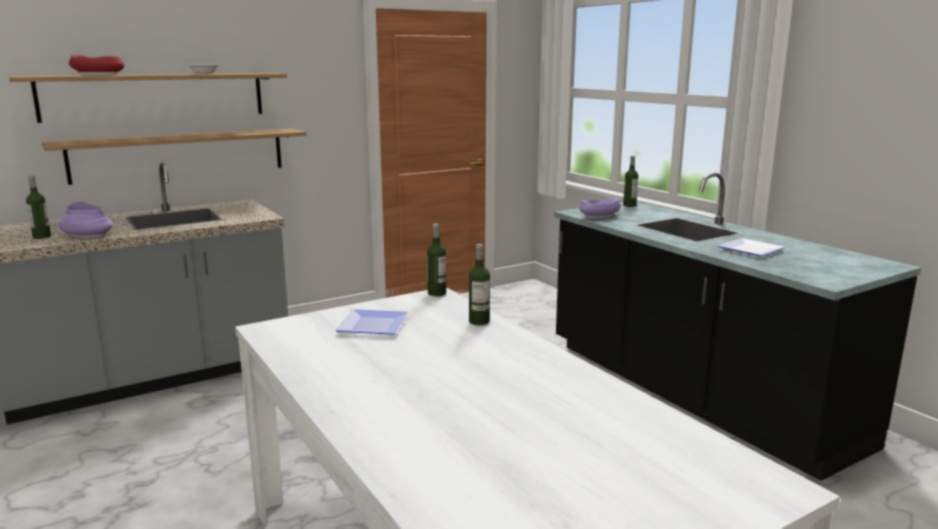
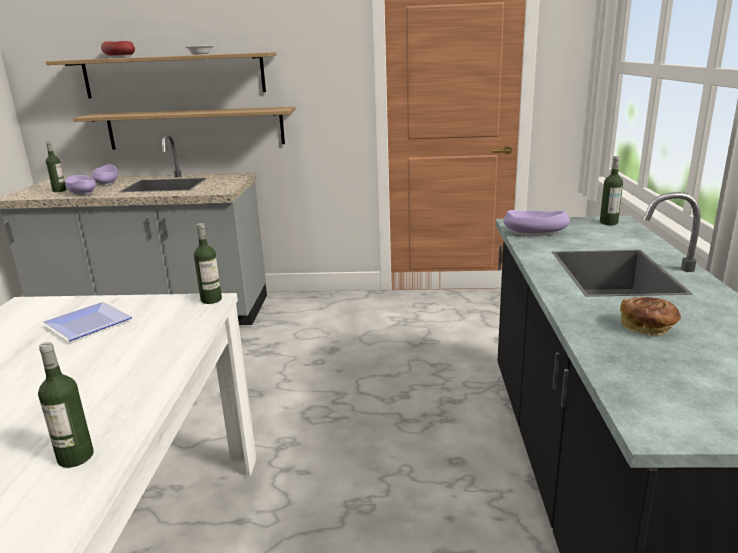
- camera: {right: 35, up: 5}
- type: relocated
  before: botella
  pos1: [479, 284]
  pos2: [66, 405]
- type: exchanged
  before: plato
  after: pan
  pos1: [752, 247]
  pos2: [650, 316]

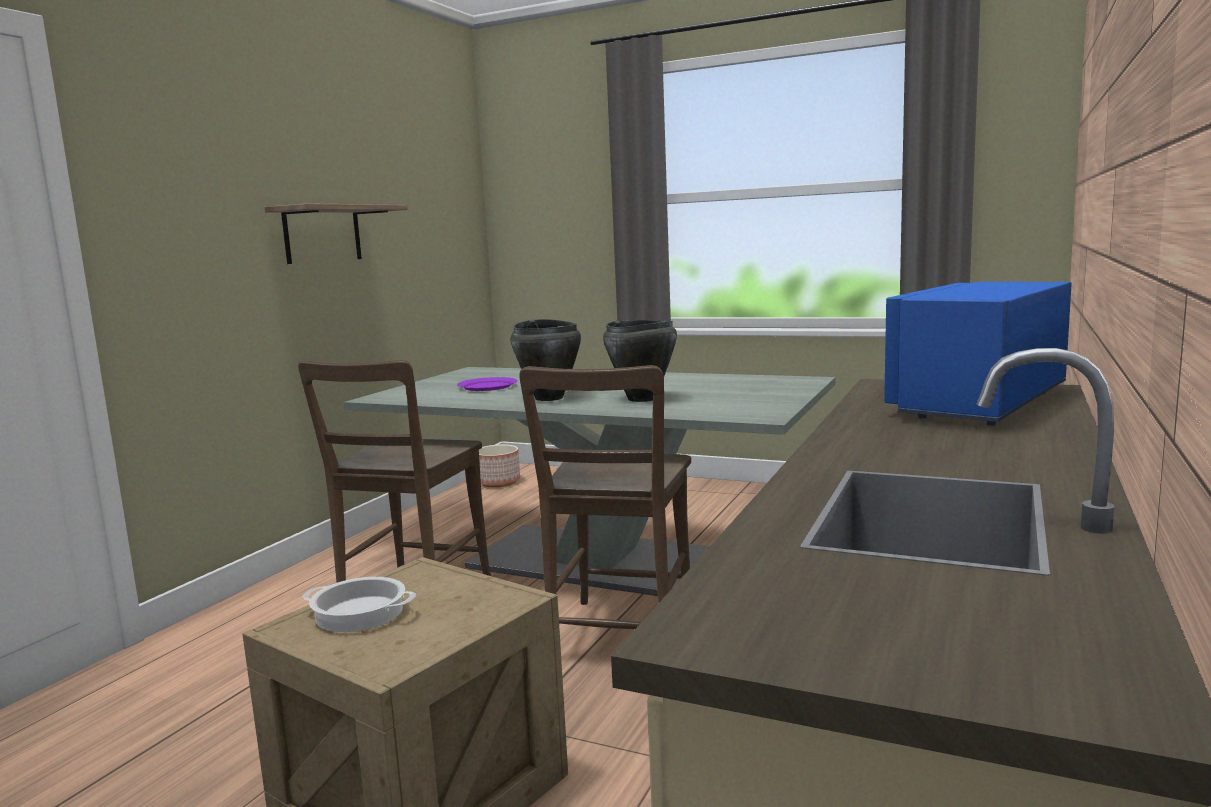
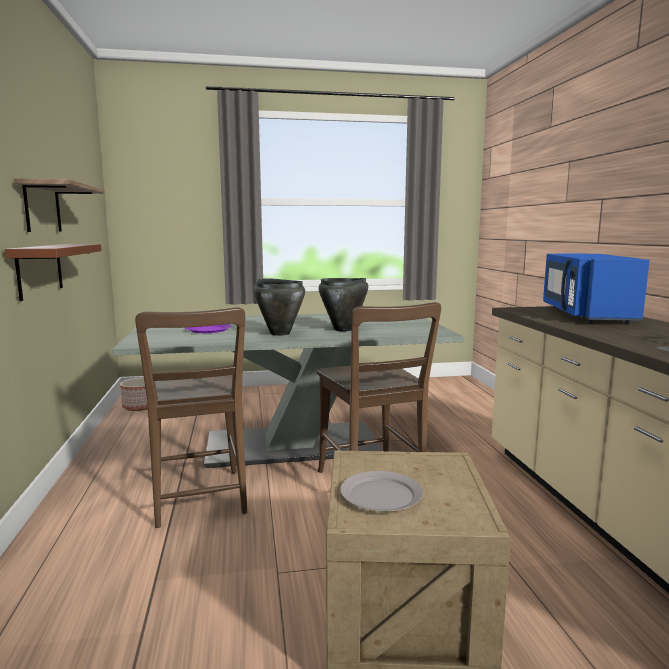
- camera: {right: -35, up: 0}
- type: appeared
  after: estante/marrón
  pos2: [53, 272]
- type: exchanged
  before: olla
  after: plato/gris
  pos1: [359, 604]
  pos2: [381, 491]

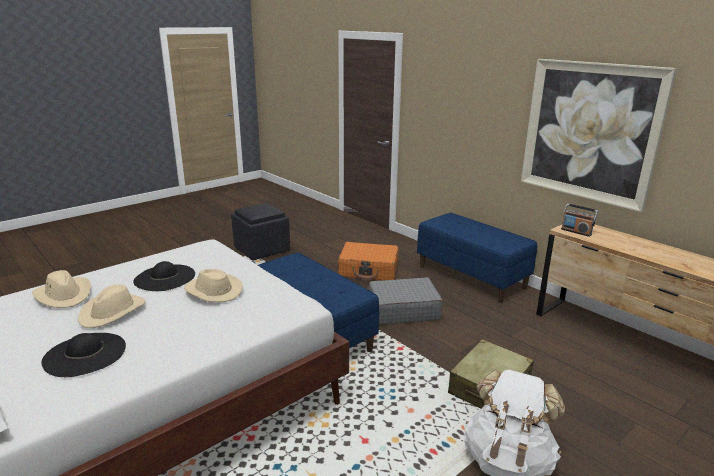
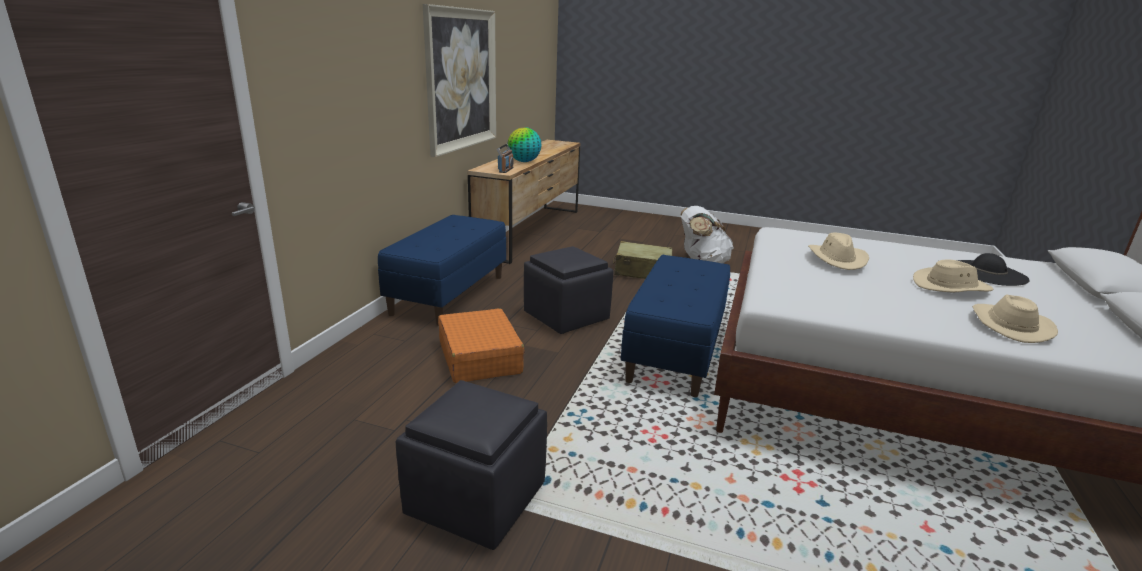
- camera: {right: -120, up: 0}
- type: missing
  before: sombrero/negro
  pos1: [164, 276]
- type: appeared
  after: globo terráqueo
  pos2: [525, 144]
- type: exchanged
  before: maleta/gris
  after: puf/negro
  pos1: [406, 301]
  pos2: [568, 290]

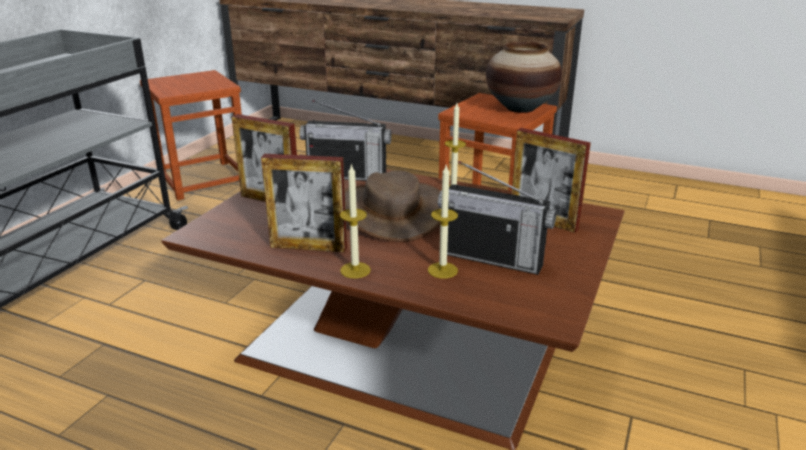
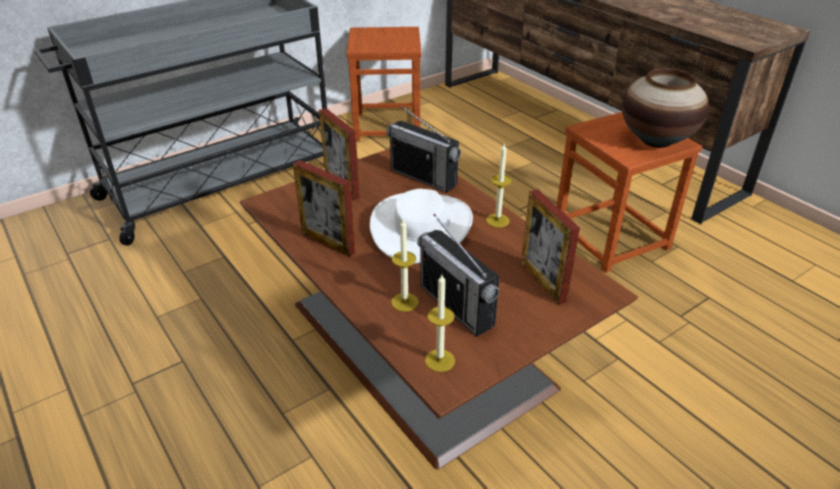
- camera: {right: 30, up: 10}
- type: relocated
  before: vela
  pos1: [355, 221]
  pos2: [440, 323]
- type: colour
  before: sombrero/marrón
  after: sombrero/blanco
  pos1: [393, 206]
  pos2: [421, 226]

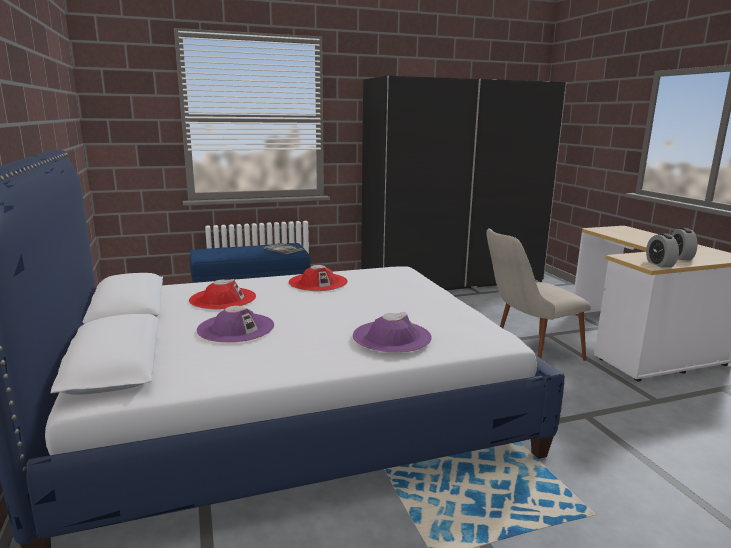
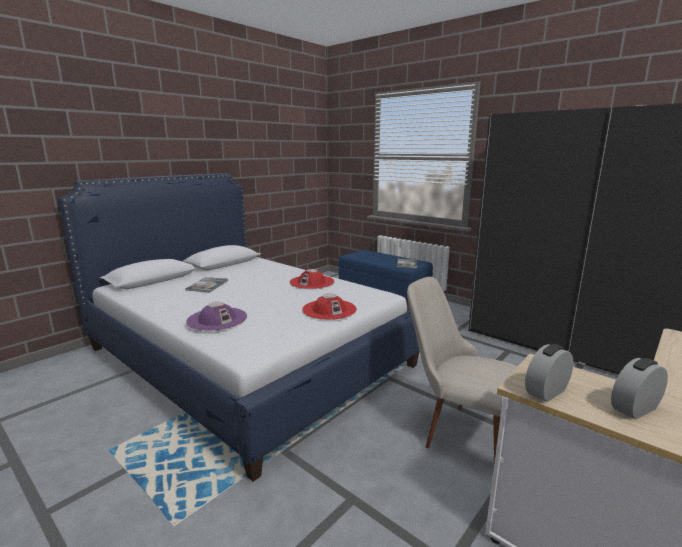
- camera: {right: 60, up: 0}
- type: relocated
  before: sombrero/rojo
  pos1: [222, 294]
  pos2: [329, 306]
- type: exchanged
  before: sombrero/morado
  after: libro
  pos1: [235, 324]
  pos2: [206, 284]

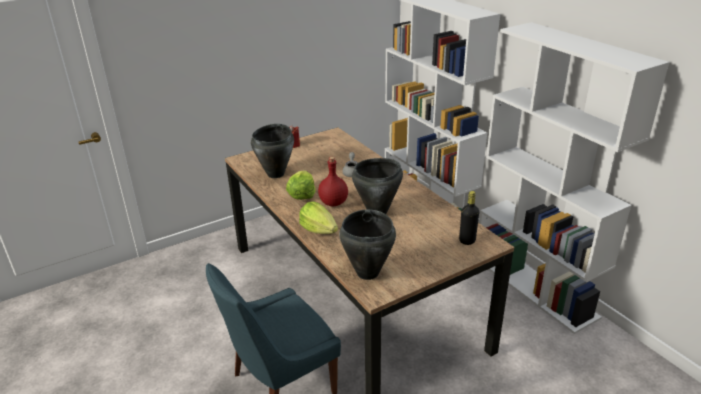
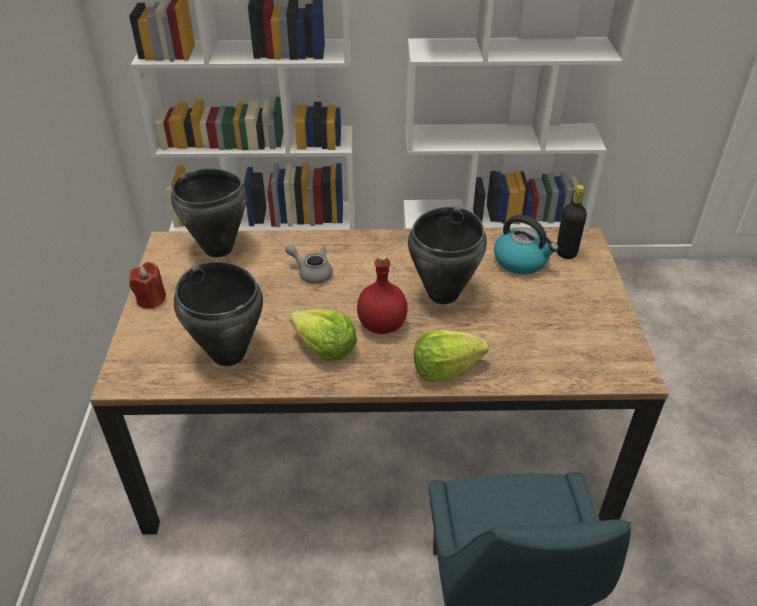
- camera: {right: -60, up: 10}
- type: appeared
  after: hervidor
  pos2: [526, 245]
- type: relocated
  before: olla/negro
  pos1: [367, 244]
  pos2: [209, 213]

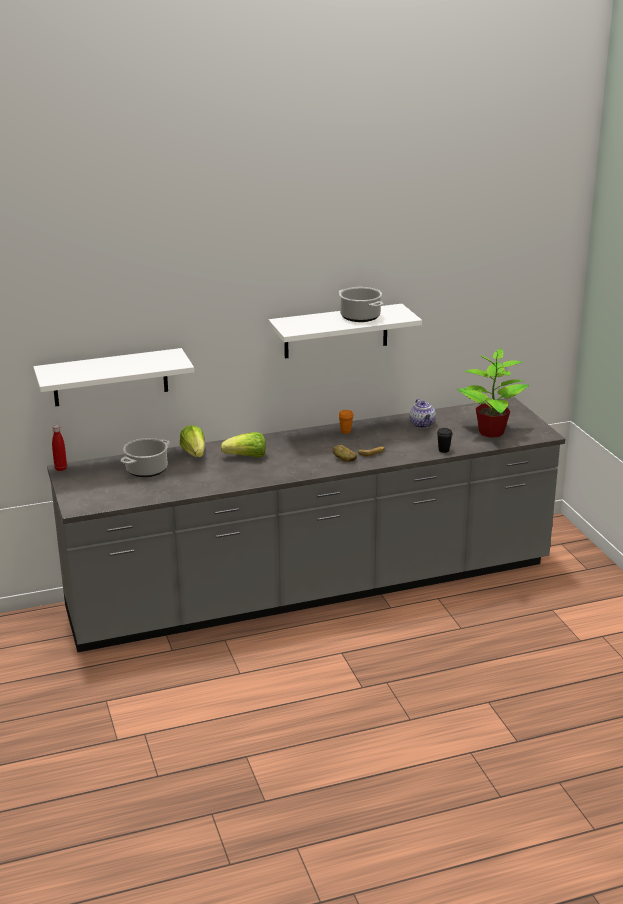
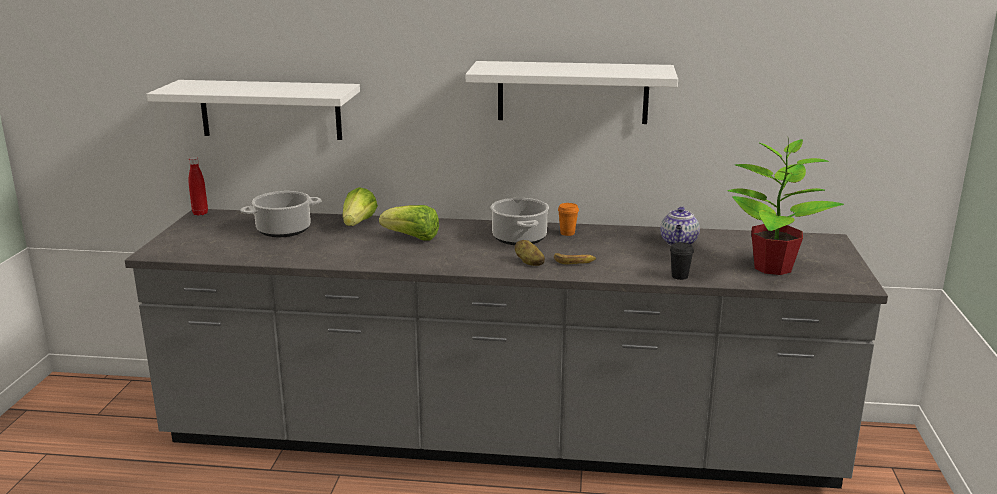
- camera: {right: 25, up: -5}
- type: relocated
  before: olla
  pos1: [360, 304]
  pos2: [520, 221]

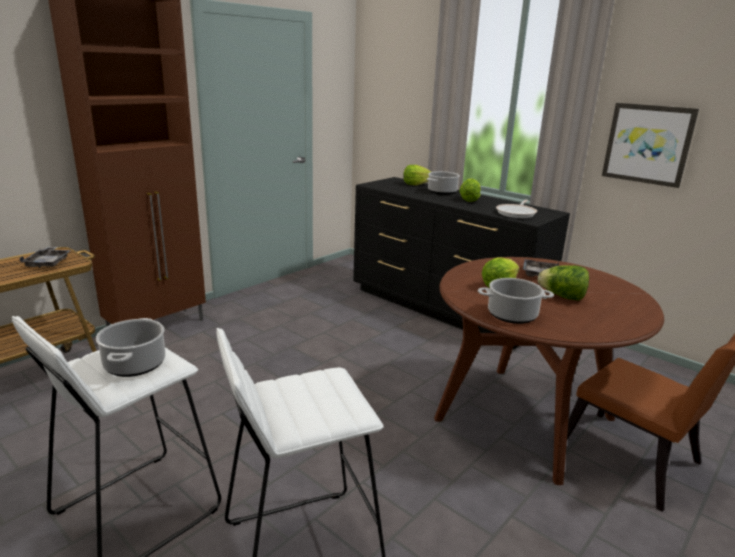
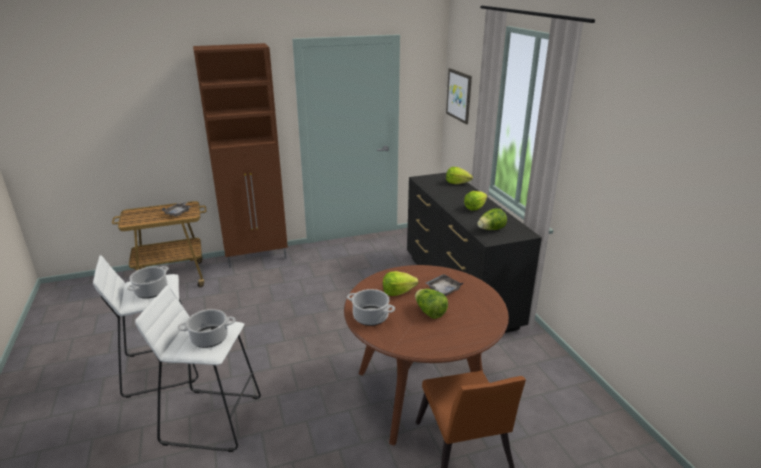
- camera: {right: 30, up: 5}
- type: relocated
  before: olla
  pos1: [443, 183]
  pos2: [207, 328]
- type: relocated
  before: cuadro
  pos1: [650, 145]
  pos2: [459, 96]
- type: exchanged
  before: sartén
  after: lechuga
  pos1: [516, 209]
  pos2: [492, 219]

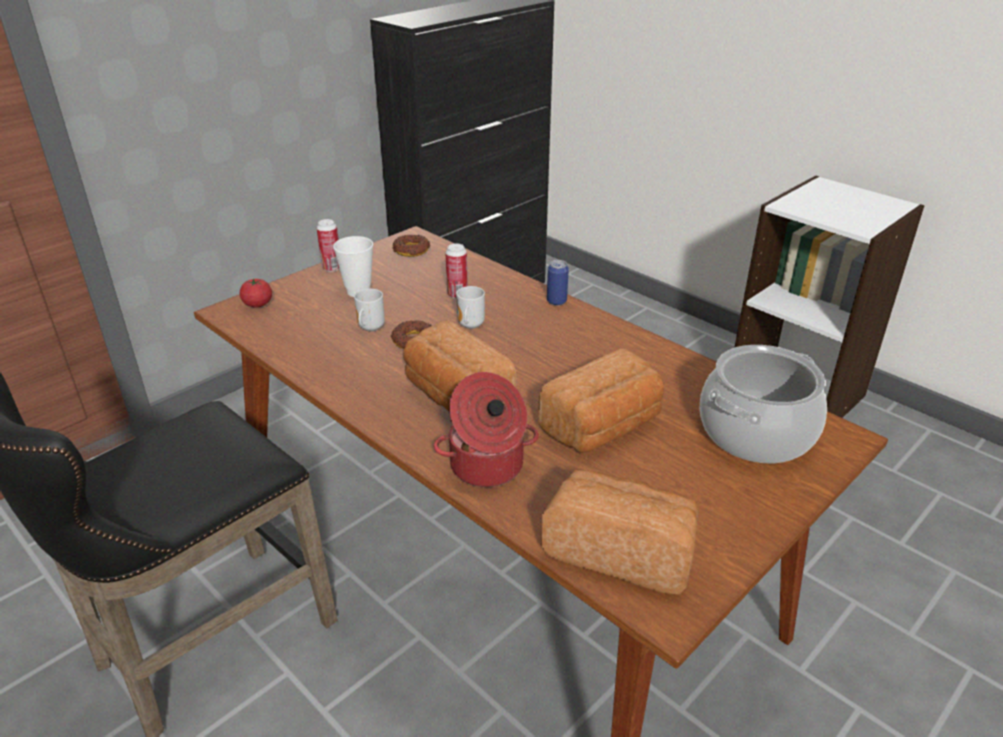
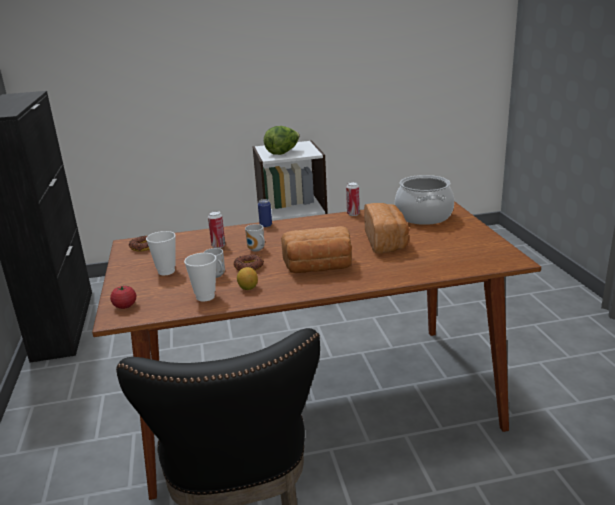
- camera: {right: -55, up: -10}
- type: missing
  before: olla
  pos1: [486, 429]
- type: missing
  before: pan
  pos1: [620, 532]
- type: appeared
  after: taza
  pos2: [200, 277]
- type: appeared
  after: limón
  pos2: [247, 278]
- type: appeared
  after: lechuga
  pos2: [282, 140]
- type: relocated
  before: lata
  pos1: [328, 245]
  pos2: [353, 199]

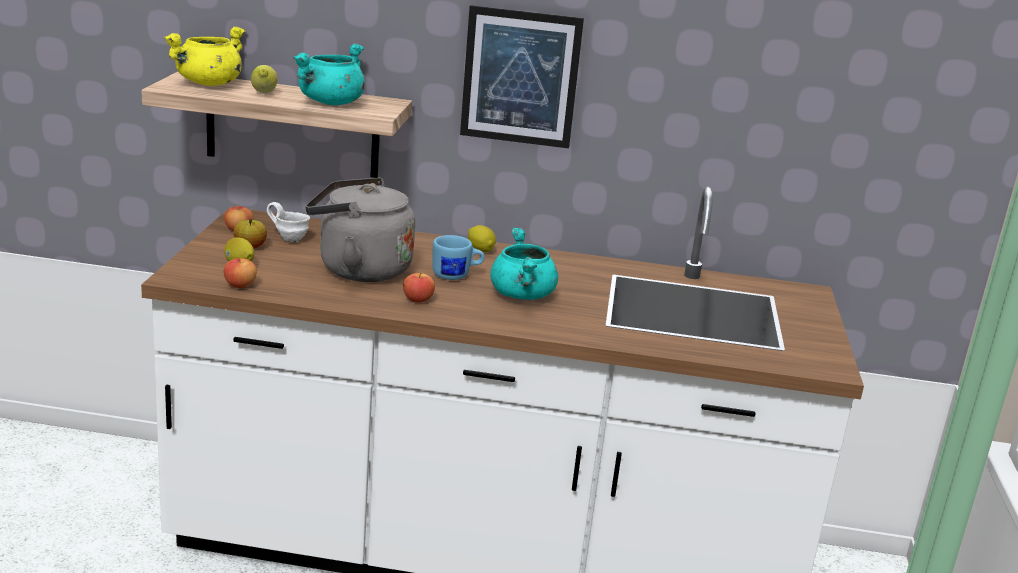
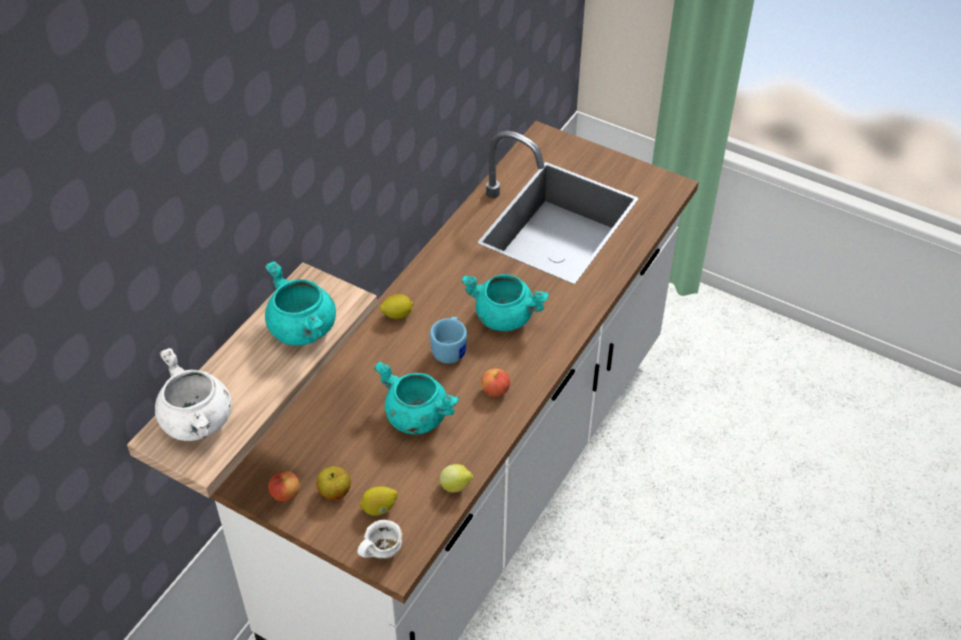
- camera: {right: -65, up: 25}
- type: missing
  before: manzana
  pos1: [240, 272]
- type: missing
  before: cuadro
  pos1: [522, 76]
- type: relocated
  before: limón
  pos1: [264, 79]
  pos2: [456, 478]
- type: relocated
  before: taza grande/blanco
  pos1: [288, 222]
  pos2: [379, 539]
- type: exchanged
  before: hervidor/gris
  after: olla/turquesa
  pos1: [360, 229]
  pos2: [416, 398]
- type: colour
  before: olla/amarillo
  after: olla/blanco
  pos1: [205, 56]
  pos2: [193, 394]

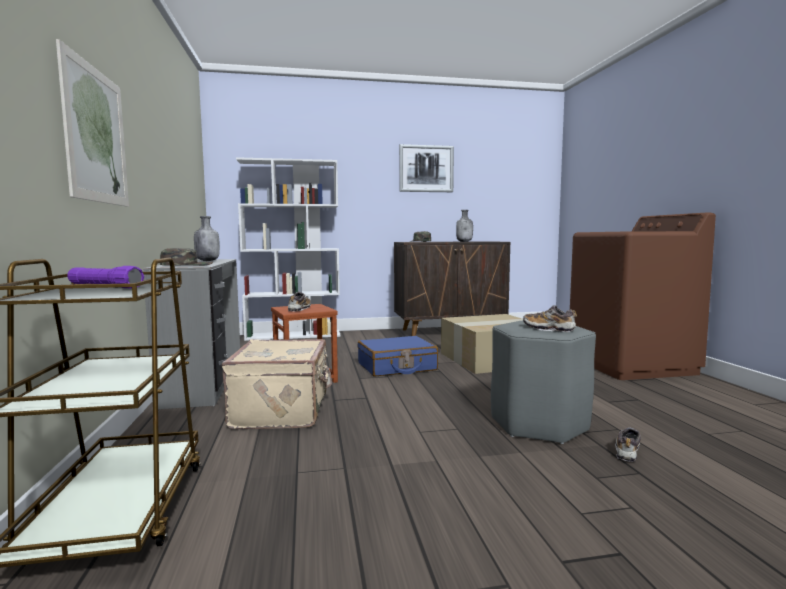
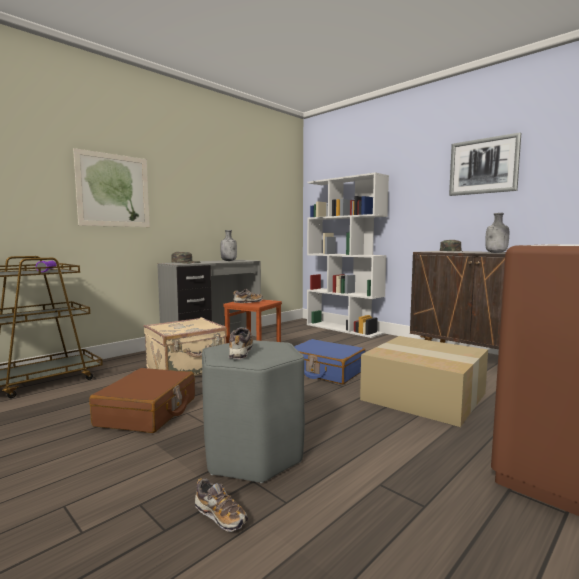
- camera: {right: 55, up: 0}
- type: appeared
  after: maleta/marrón
  pos2: [142, 400]
- type: spun
  before: zapato
  pos1: [628, 445]
  pos2: [221, 505]
  turn: 45

